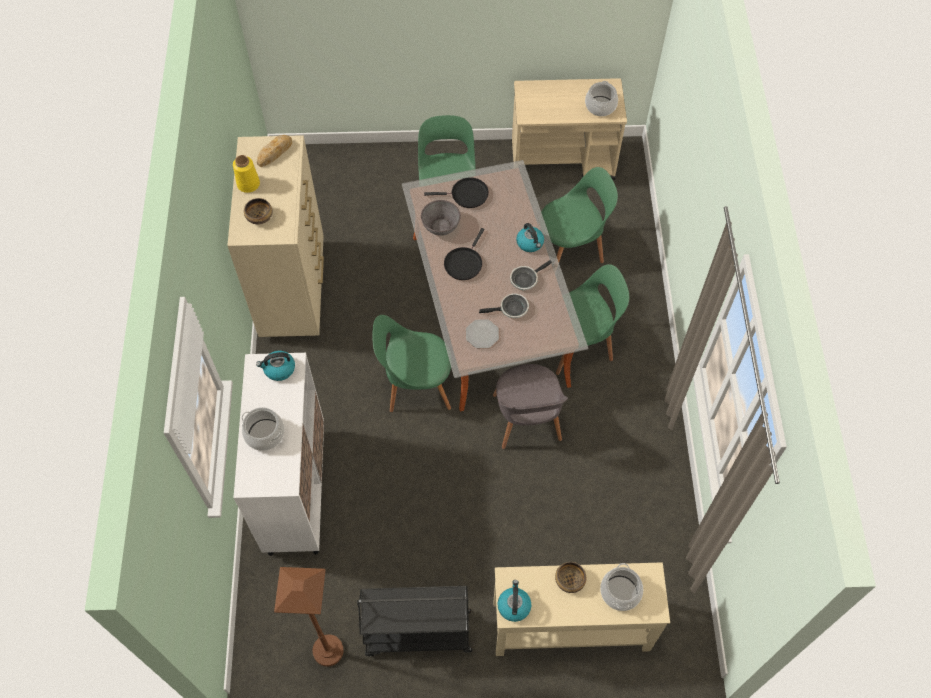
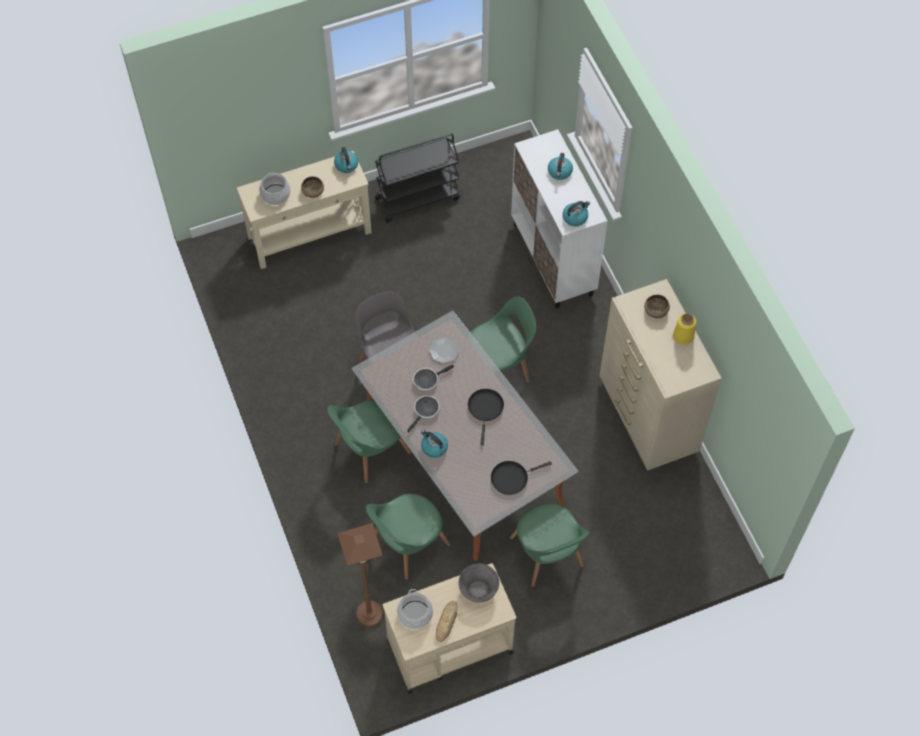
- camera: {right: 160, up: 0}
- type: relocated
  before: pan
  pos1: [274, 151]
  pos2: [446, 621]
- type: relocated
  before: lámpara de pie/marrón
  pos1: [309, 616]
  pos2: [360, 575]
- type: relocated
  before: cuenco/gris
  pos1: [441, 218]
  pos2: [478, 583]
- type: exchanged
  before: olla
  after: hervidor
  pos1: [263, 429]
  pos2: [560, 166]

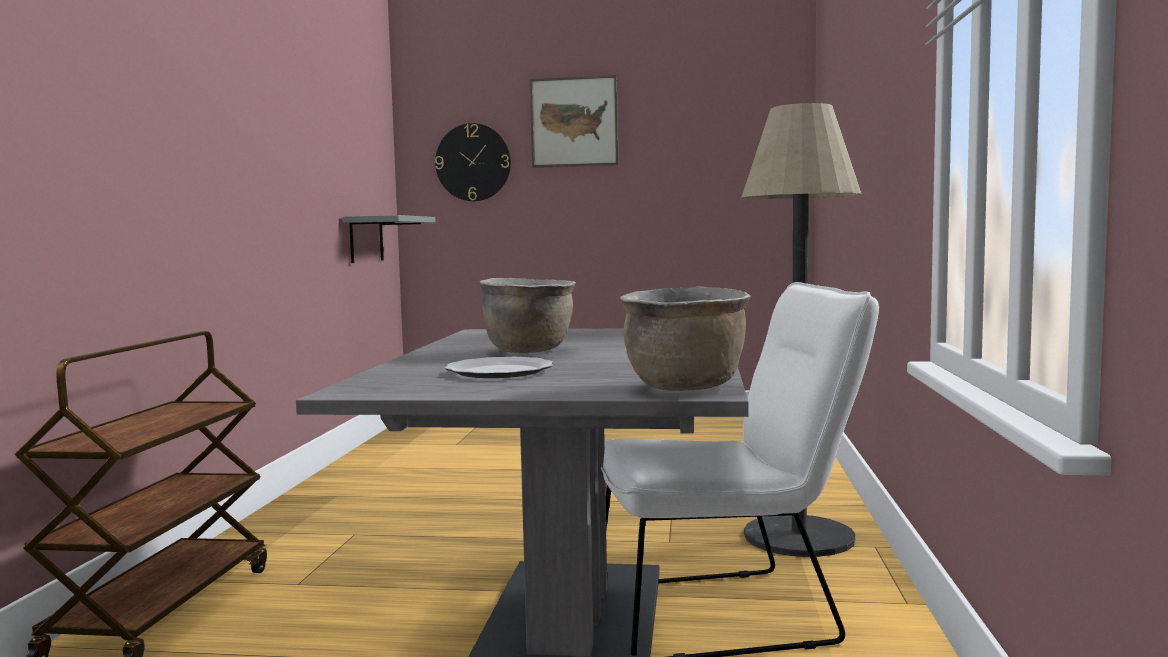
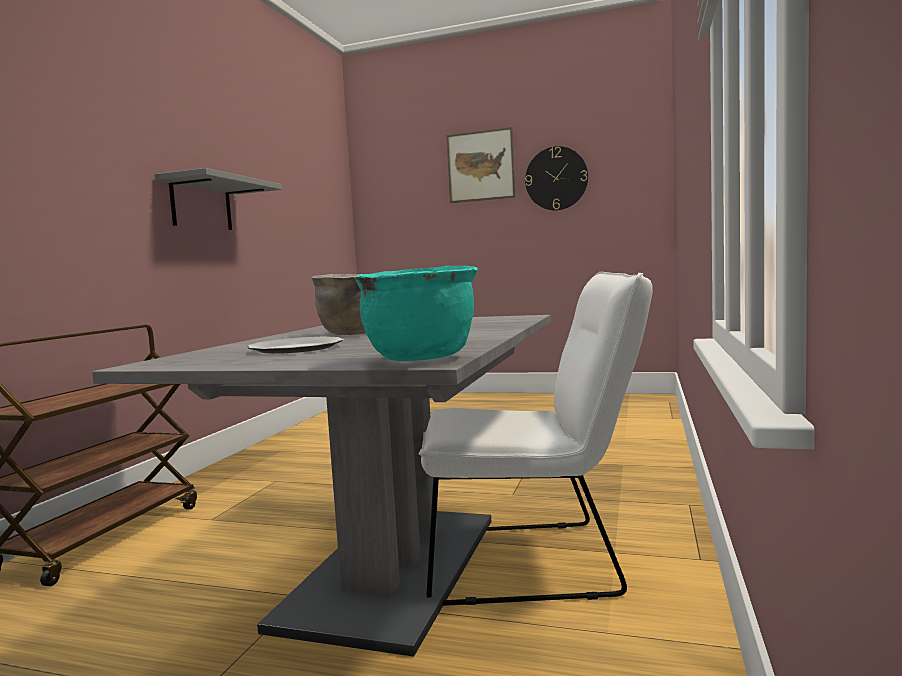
- camera: {right: 10, up: 0}
- type: missing
  before: lámpara de pie
  pos1: [801, 330]
- type: relocated
  before: estante/gris
  pos1: [389, 239]
  pos2: [218, 199]
- type: relocated
  before: reloj de pared
  pos1: [473, 162]
  pos2: [556, 178]
- type: colour
  before: olla/marrón
  after: olla/turquesa
  pos1: [685, 339]
  pos2: [416, 313]

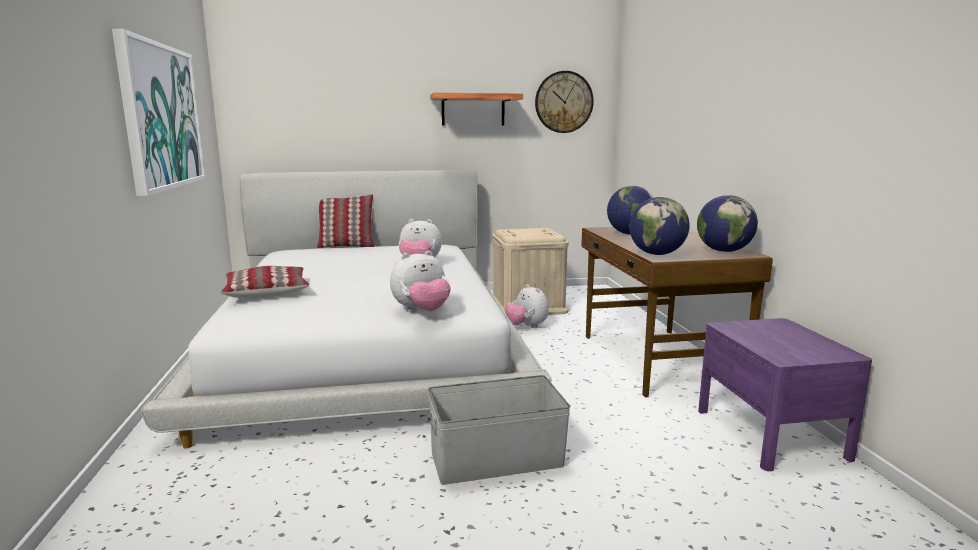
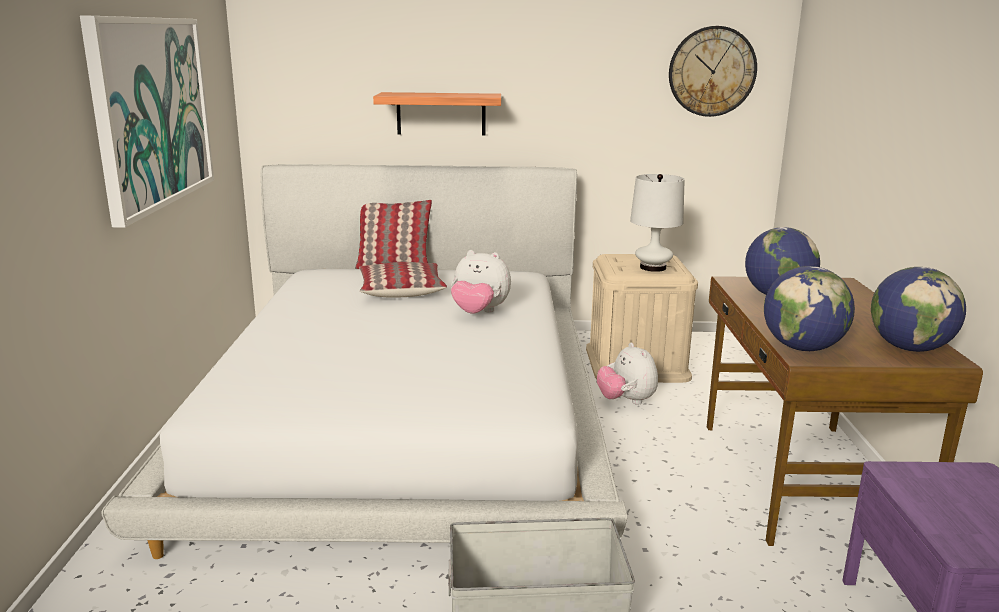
- camera: {right: 10, up: 5}
- type: missing
  before: peluche
  pos1: [420, 281]
- type: appeared
  after: lámpara de mesa/blanco
  pos2: [657, 223]
- type: relocated
  before: cojín
  pos1: [264, 282]
  pos2: [403, 279]
- type: relocated
  before: estante
  pos1: [476, 109]
  pos2: [437, 113]

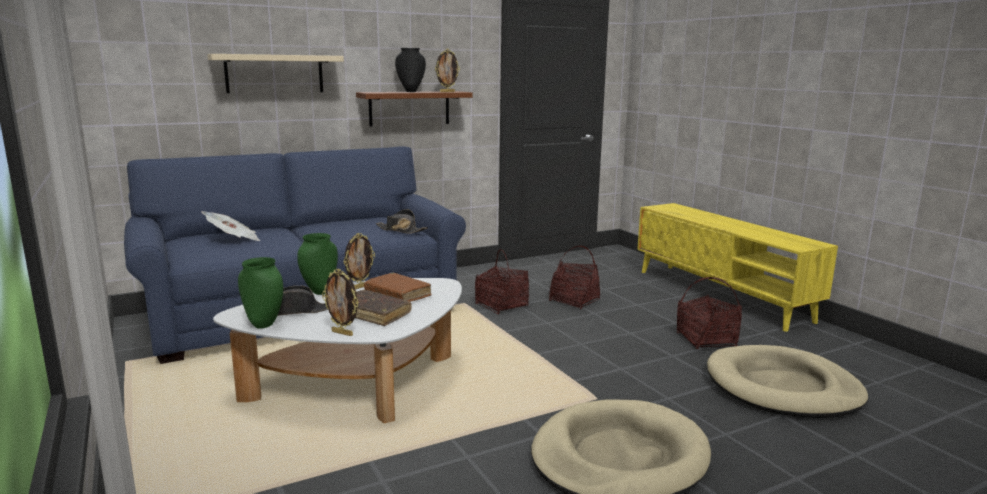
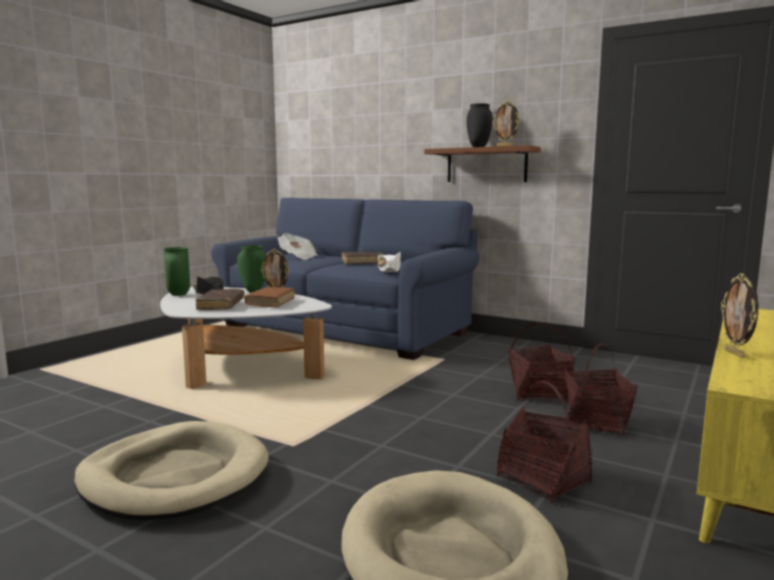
- camera: {right: 60, up: -5}
- type: missing
  before: estante/beis
  pos1: [275, 73]
- type: appeared
  after: libro/marrón
  pos2: [363, 258]
- type: relocated
  before: portarretratos
  pos1: [340, 302]
  pos2: [740, 315]
- type: relocated
  before: cesta
  pos1: [502, 281]
  pos2: [600, 389]
- type: colour
  before: sombrero/negro
  after: sombrero/blanco
  pos1: [402, 221]
  pos2: [389, 262]

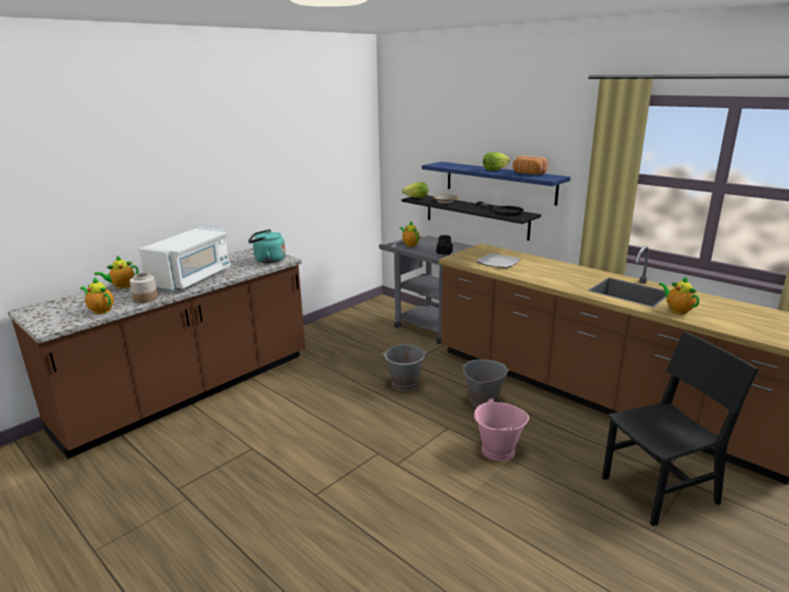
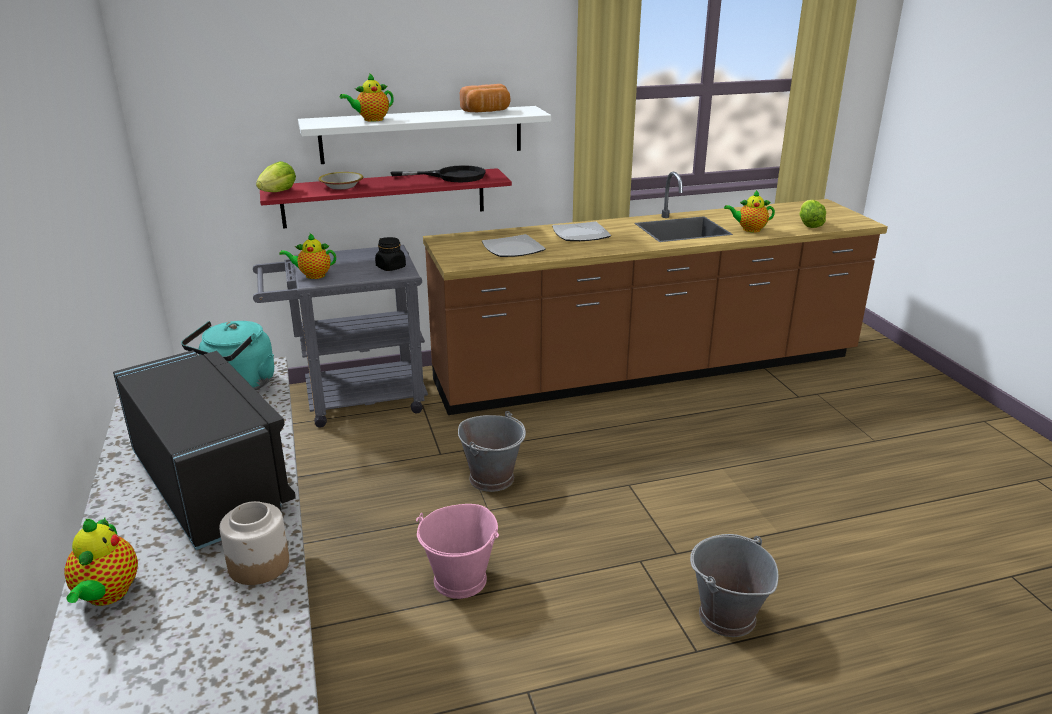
- camera: {right: -60, up: 5}
- type: missing
  before: silla/negro
  pos1: [680, 429]
- type: appeared
  after: plato
  pos2: [581, 231]
- type: relocated
  before: tetera
  pos1: [97, 295]
  pos2: [367, 97]
- type: relocated
  before: cubo/gris
  pos1: [486, 383]
  pos2: [734, 585]
- type: relocated
  before: cubo/rosa
  pos1: [501, 429]
  pos2: [457, 551]
- type: relocated
  before: lechuga
  pos1: [496, 161]
  pos2: [812, 214]
- type: colour
  before: microondas/blanco
  after: microondas/negro
  pos1: [185, 259]
  pos2: [204, 450]
- type: colour
  before: estante/negro
  after: estante/rojo
  pos1: [471, 218]
  pos2: [386, 198]
- type: colour
  before: estante/azul
  after: estante/blanco
  pos1: [496, 184]
  pos2: [424, 135]

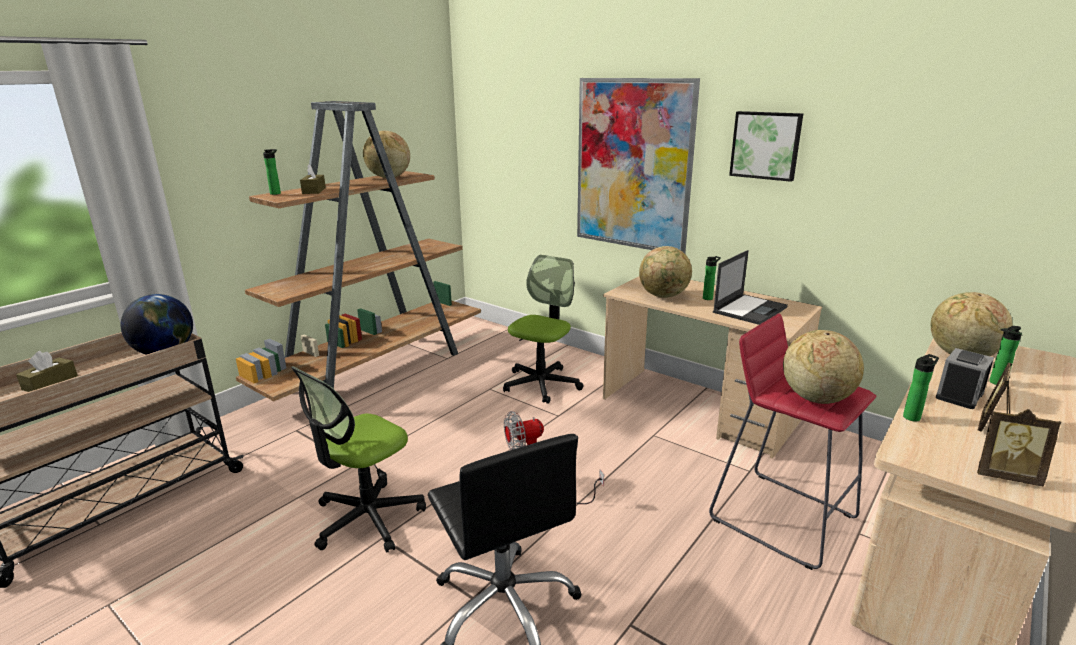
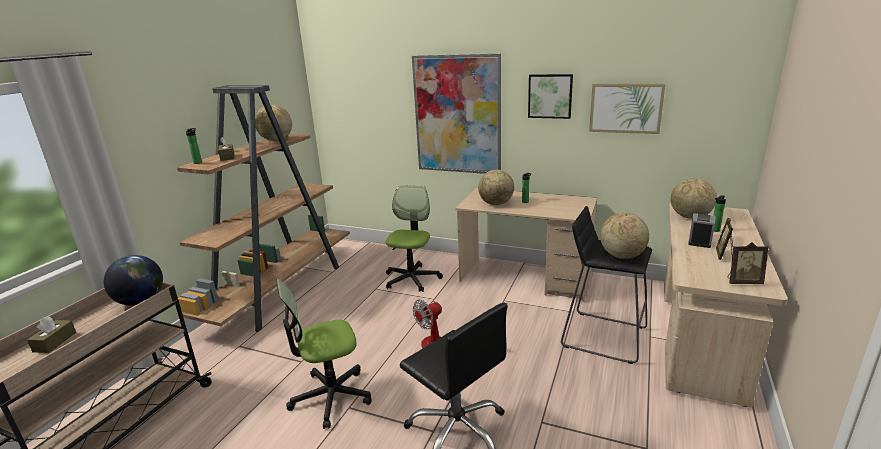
- camera: {right: -15, up: 0}
- type: missing
  before: portátil
  pos1: [750, 287]
- type: missing
  before: botella
  pos1: [921, 388]
- type: appeared
  after: cuadro
  pos2: [627, 109]
- type: colour
  before: taburete/rojo
  after: taburete/negro
  pos1: [792, 442]
  pos2: [606, 285]
- type: spun
  before: silla de oficina
  pos1: [358, 459]
  pos2: [324, 354]
  turn: 45

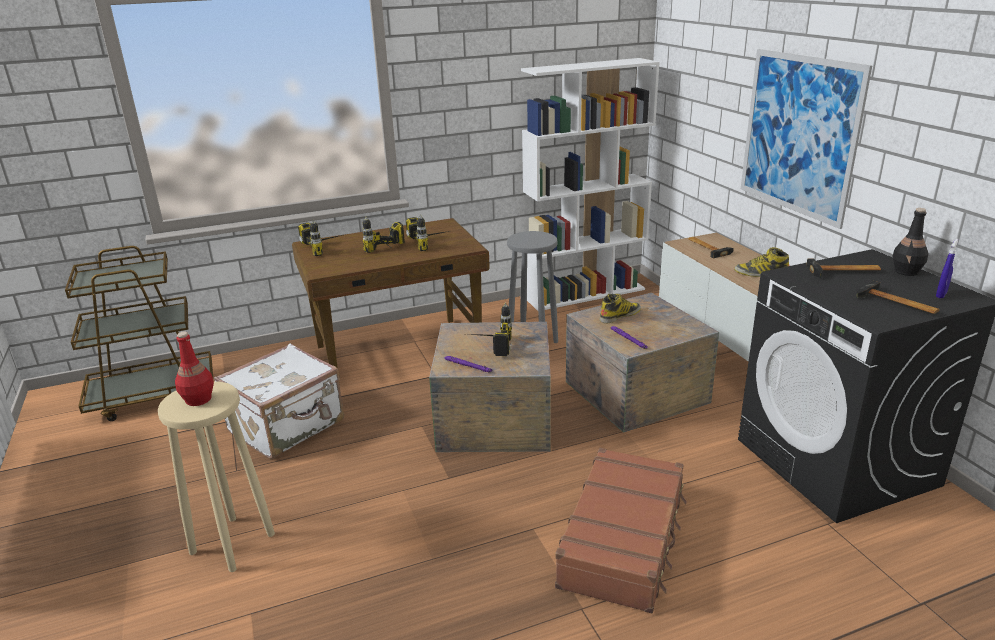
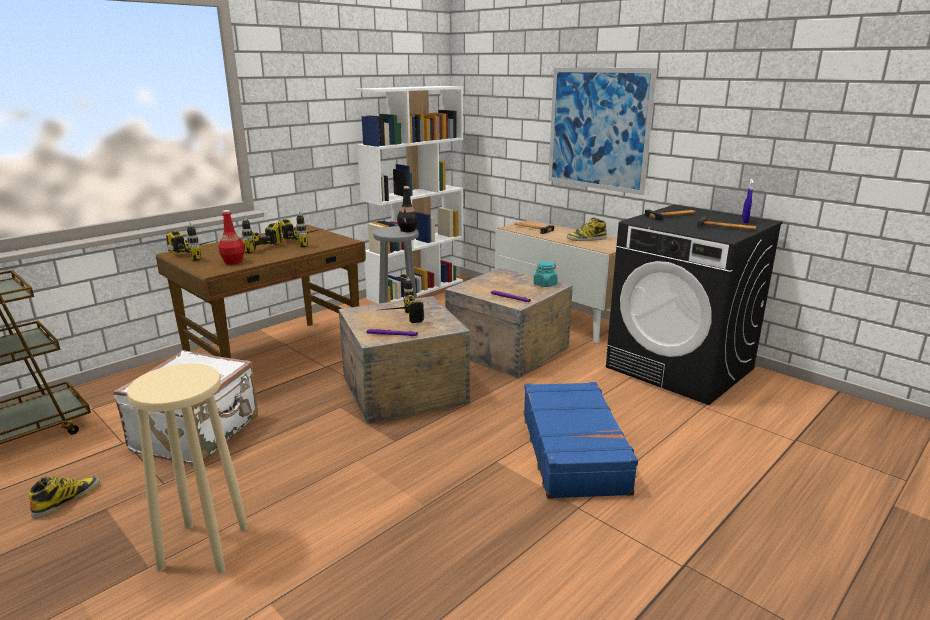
- camera: {right: -25, up: -5}
- type: appeared
  after: tarro/turquesa
  pos2: [546, 274]
- type: relocated
  before: botella/rojo
  pos1: [194, 369]
  pos2: [231, 237]
- type: relocated
  before: bota
  pos1: [620, 308]
  pos2: [64, 497]
- type: relocated
  before: botella/negro
  pos1: [910, 242]
  pos2: [407, 209]
- type: colour
  before: maleta/marrón
  after: maleta/azul
  pos1: [621, 530]
  pos2: [581, 440]

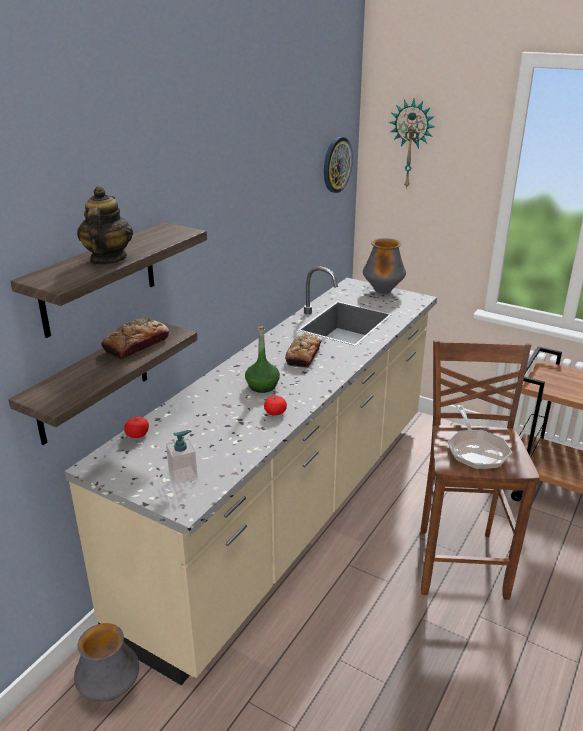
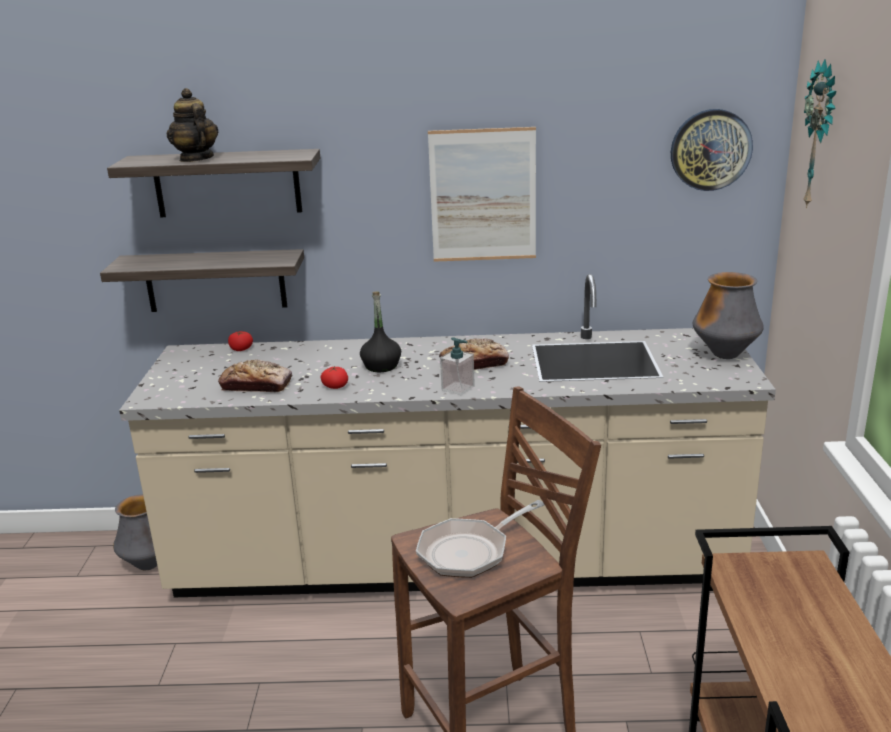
- camera: {right: 60, up: -5}
- type: appeared
  after: cuadro
  pos2: [482, 194]
- type: relocated
  before: pan
  pos1: [135, 339]
  pos2: [255, 376]
- type: relocated
  before: dispensador de jabón
  pos1: [182, 457]
  pos2: [457, 366]
- type: colour
  before: botella/verde
  after: botella/negro
  pos1: [262, 359]
  pos2: [380, 332]
- type: spun
  before: tetera
  pos1: [105, 225]
  pos2: [192, 125]
  turn: -90

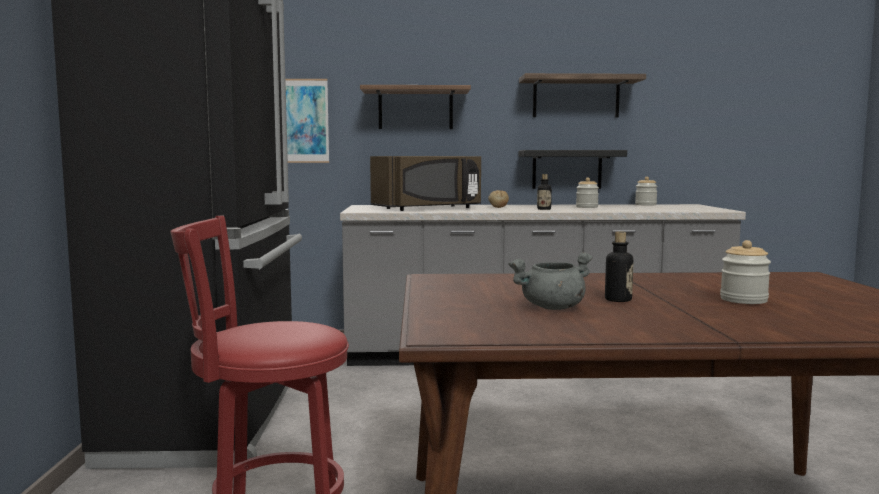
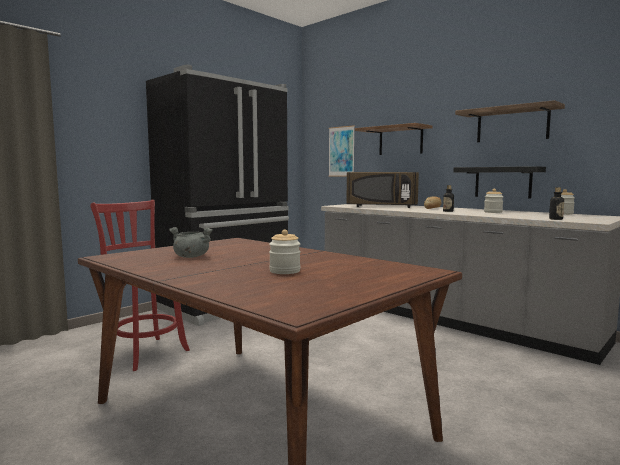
- camera: {right: 45, up: 0}
- type: relocated
  before: botella
  pos1: [619, 266]
  pos2: [556, 203]

